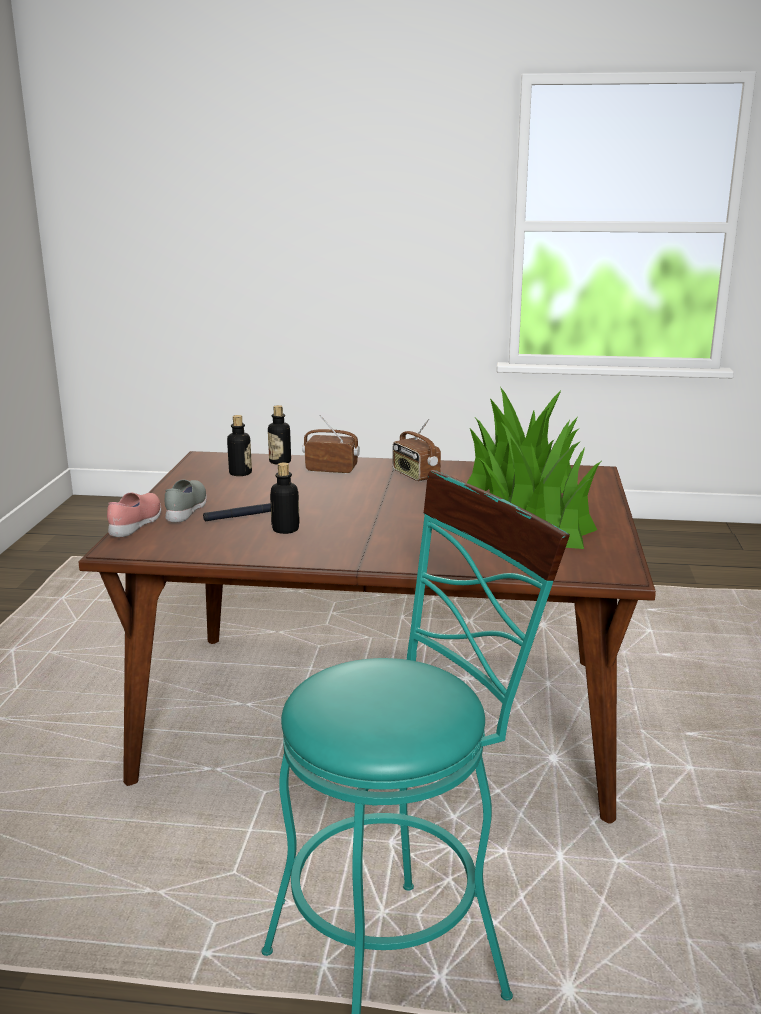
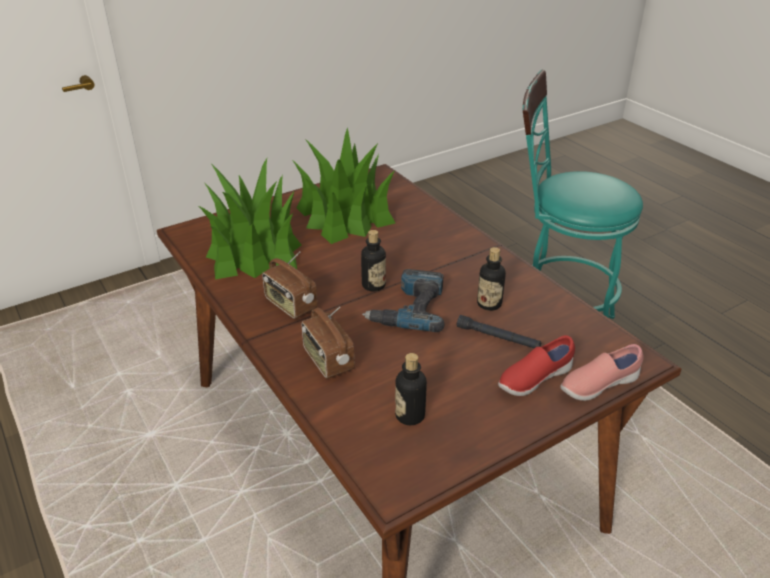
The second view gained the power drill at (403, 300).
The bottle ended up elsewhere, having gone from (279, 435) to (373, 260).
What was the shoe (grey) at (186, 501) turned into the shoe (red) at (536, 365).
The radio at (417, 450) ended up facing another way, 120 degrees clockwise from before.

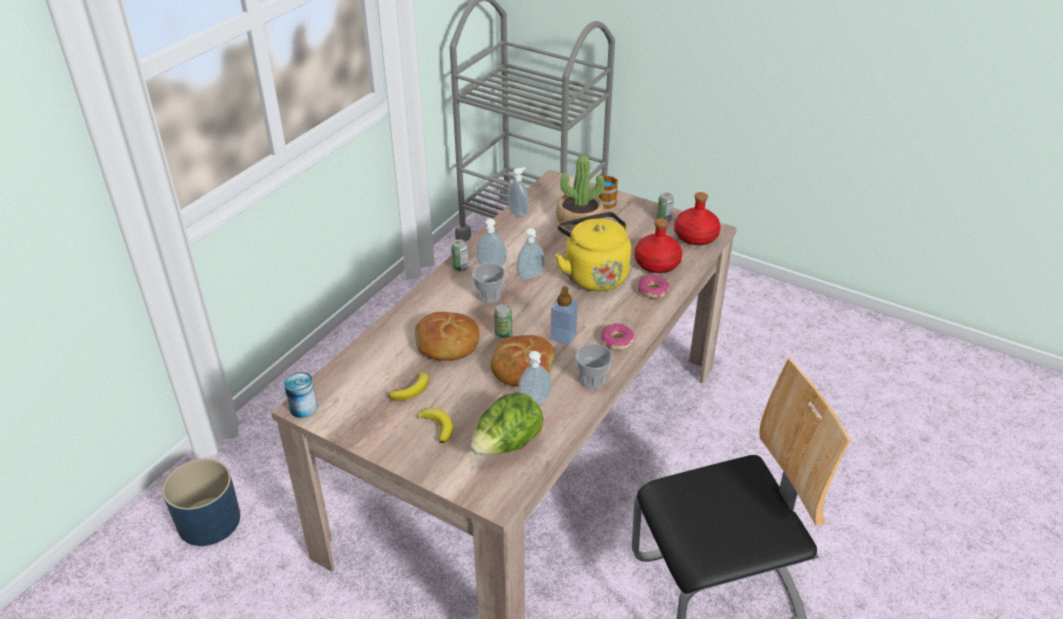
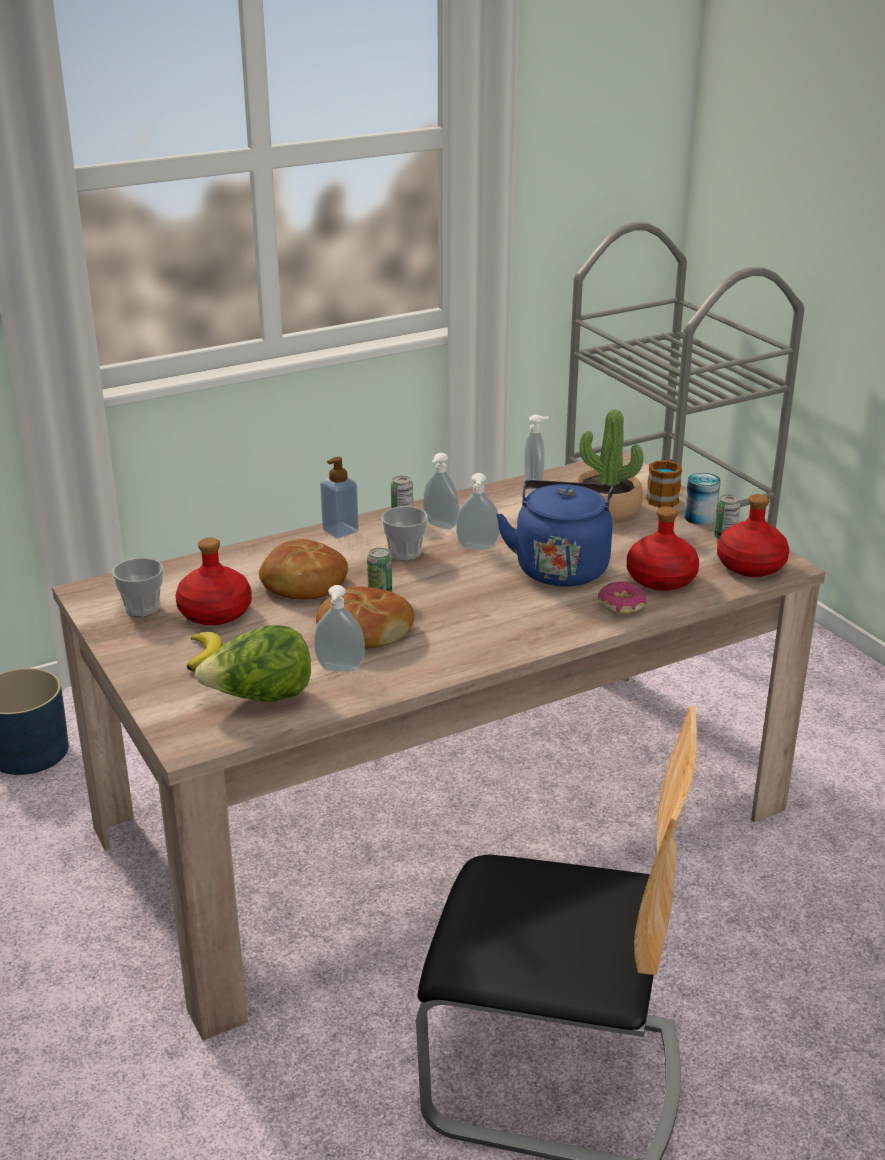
The second view lost the donut at (617, 337).
The can ended up elsewhere, having gone from (301, 395) to (702, 499).
The soap dispenser ended up elsewhere, having gone from (564, 316) to (339, 497).
The cup ended up elsewhere, having gone from (594, 366) to (137, 587).
Where the banana stood at (409, 386), the bottle (red) came to stand at (213, 581).
What was the kettle (yellow) at (593, 251) turned into the kettle (blue) at (554, 533).

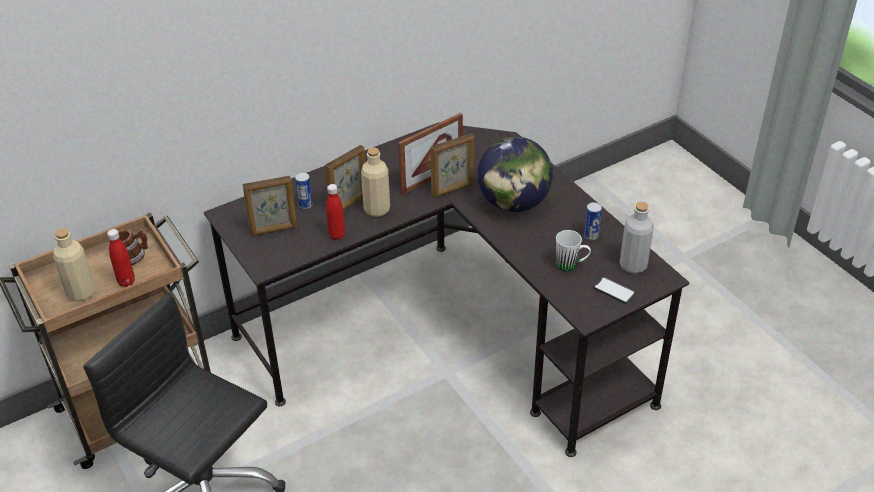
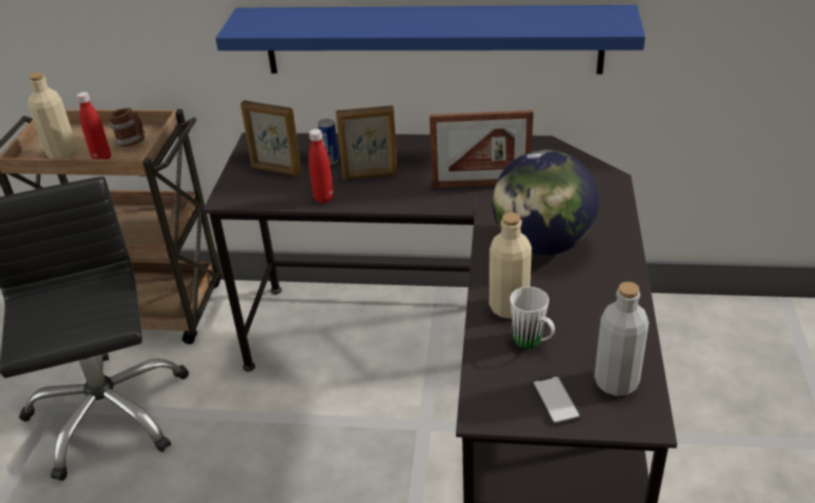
The second view lost the picture frame at (452, 165).
The second view lost the can at (593, 221).
The second view gained the shelf (blue) at (430, 39).
The bottle (beige) ended up elsewhere, having gone from (375, 182) to (510, 265).

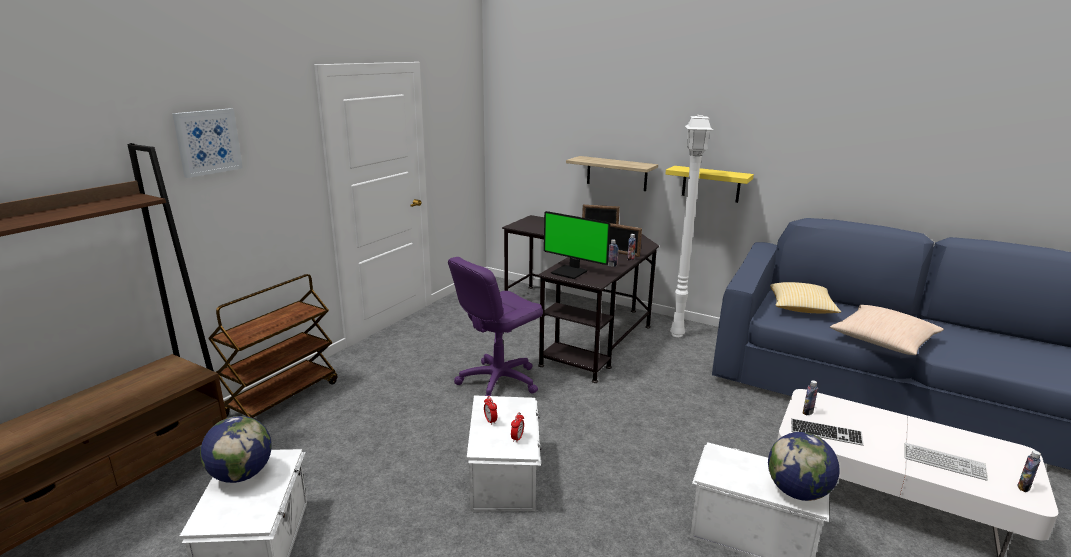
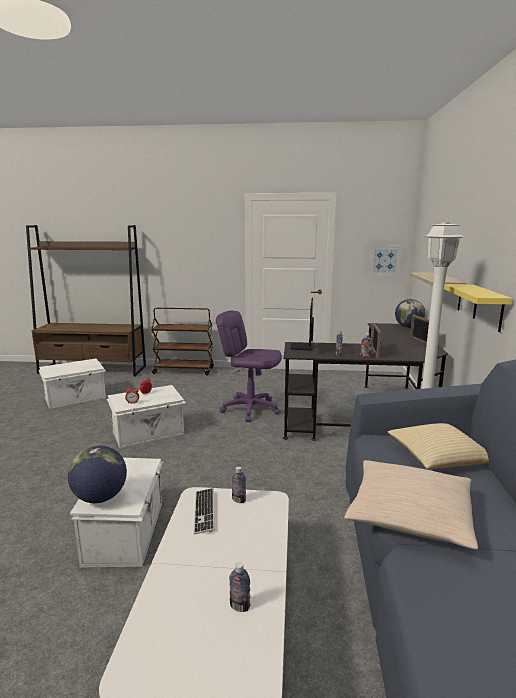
The second view lost the keyboard at (946, 462).
The picture ended up elsewhere, having gone from (207, 143) to (385, 260).
The globe ended up elsewhere, having gone from (236, 449) to (410, 313).
The bottle ended up elsewhere, having gone from (1029, 471) to (239, 587).

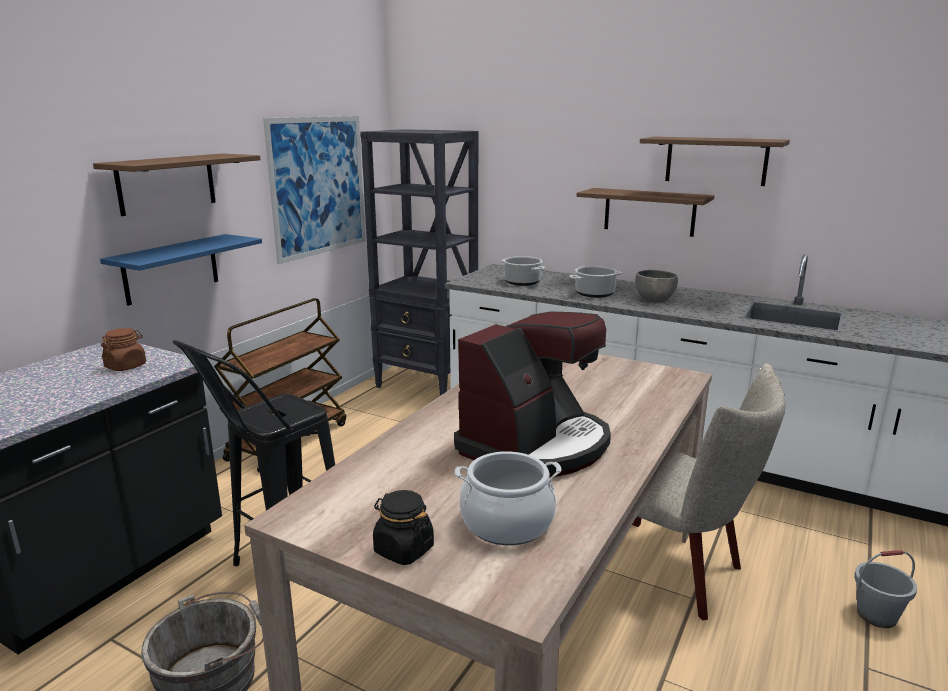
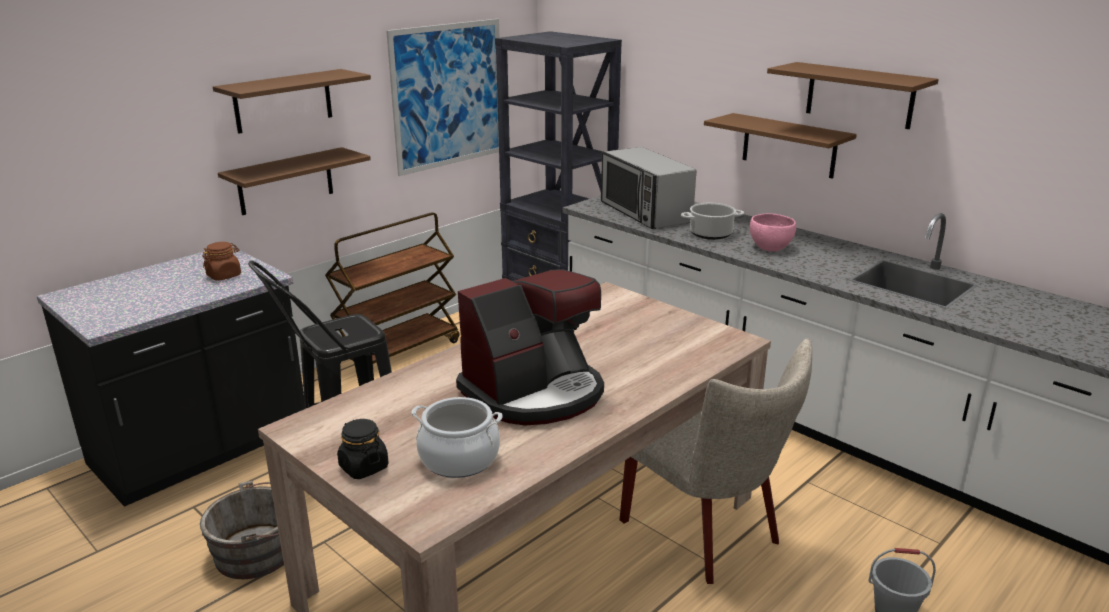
Where the cooking pot stood at (523, 271), the microwave came to stand at (649, 188).
What was the shelf (blue) at (181, 270) turned into the shelf (brown) at (294, 181).
What was the bowl (grey) at (656, 286) turned into the bowl (pink) at (773, 233).

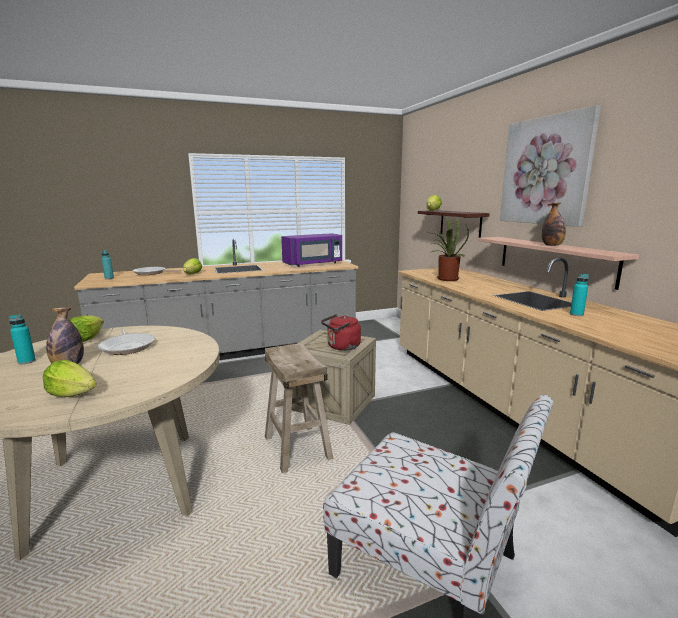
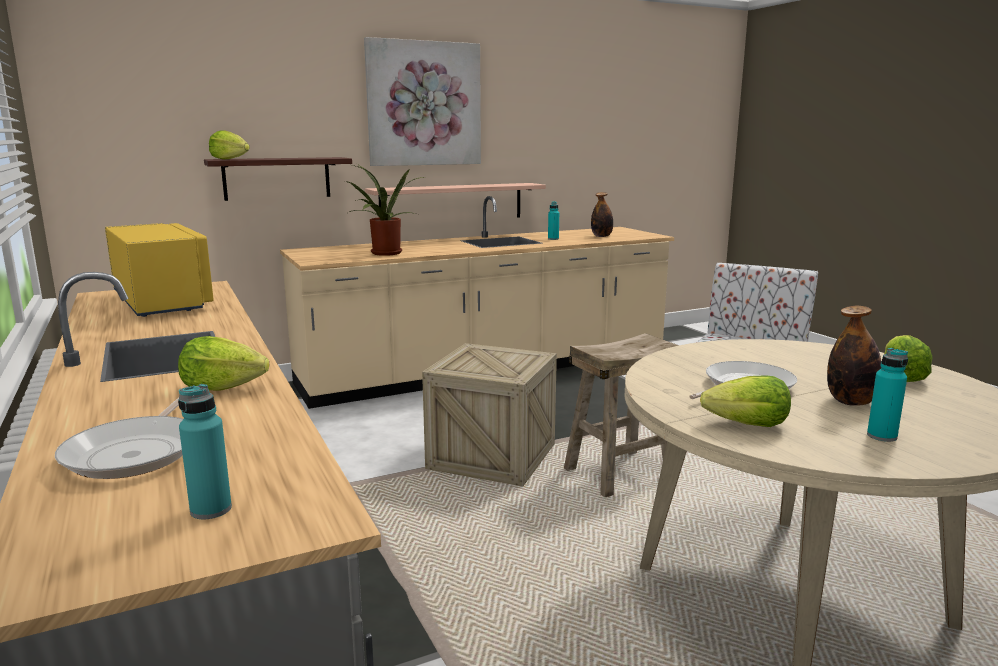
The second view lost the kettle (red) at (341, 332).
The bottle ended up elsewhere, having gone from (554, 224) to (602, 214).
What was the microwave (purple) at (311, 250) turned into the microwave (yellow) at (159, 270).

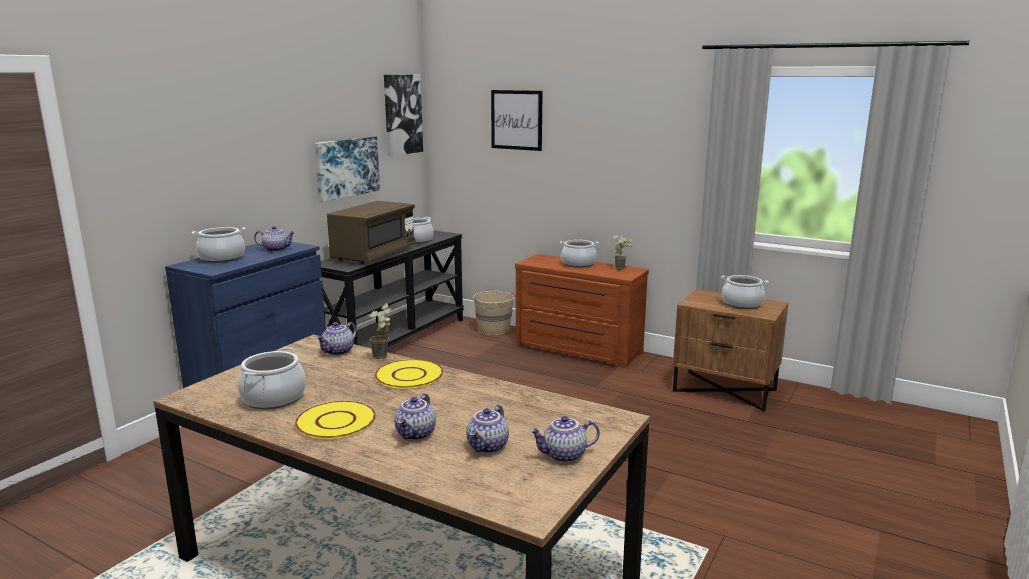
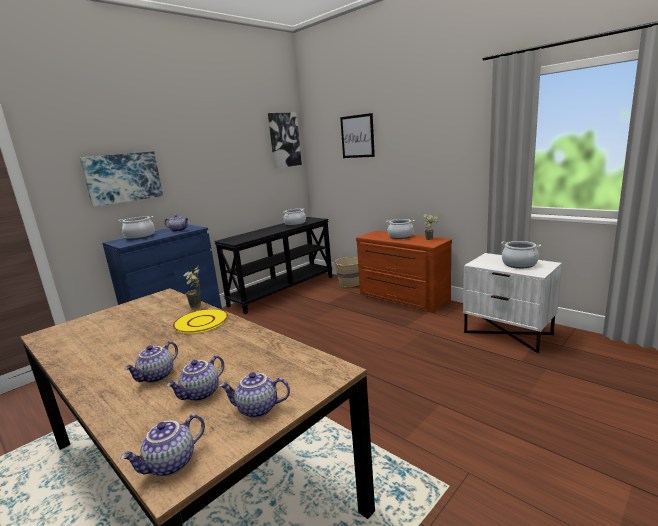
The second view lost the cooking pot at (272, 378).
The second view lost the plate (yellow) at (335, 420).
The second view lost the microwave (brown) at (371, 232).
The picture ended up elsewhere, having gone from (347, 169) to (121, 179).
The teapot ended up elsewhere, having gone from (336, 339) to (162, 445).
What was the nightstand (brown) at (730, 350) turned into the nightstand (white) at (512, 303).

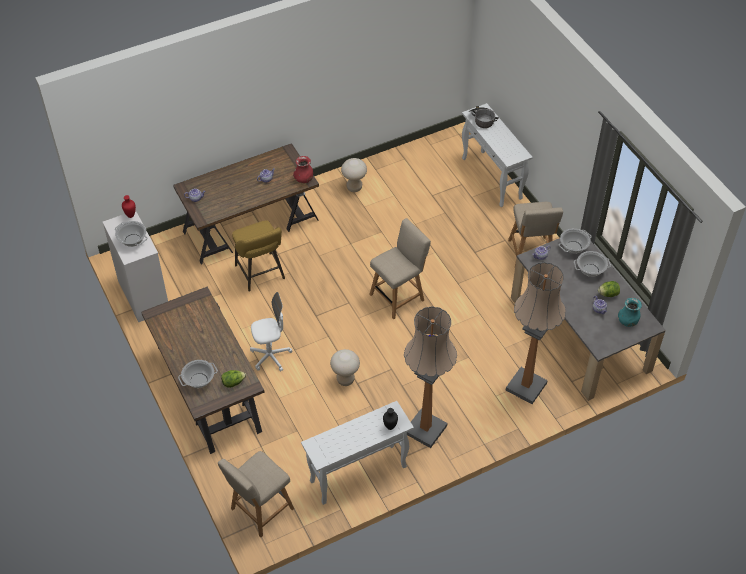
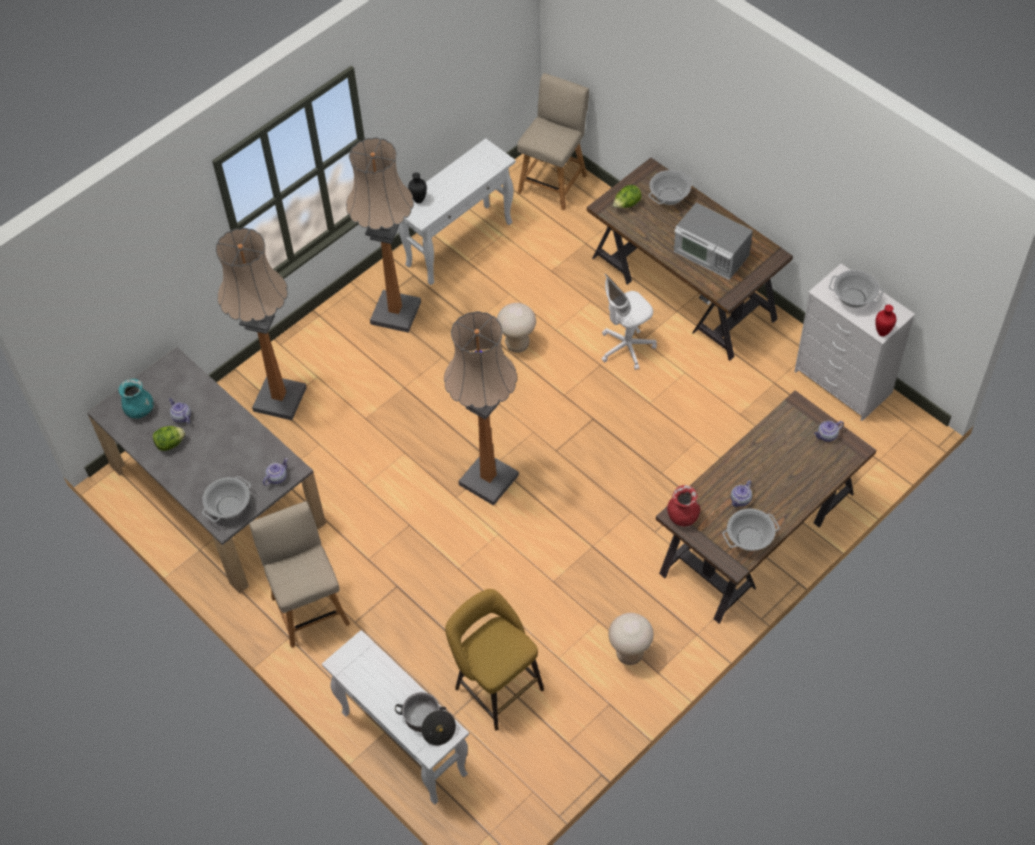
The second view gained the microwave at (713, 241).
The stool (yellow) ended up elsewhere, having gone from (258, 256) to (494, 660).
The cooking pot ended up elsewhere, having gone from (592, 264) to (751, 529).
Where the chair (beige) stood at (400, 268), the floor lamp came to stand at (481, 408).

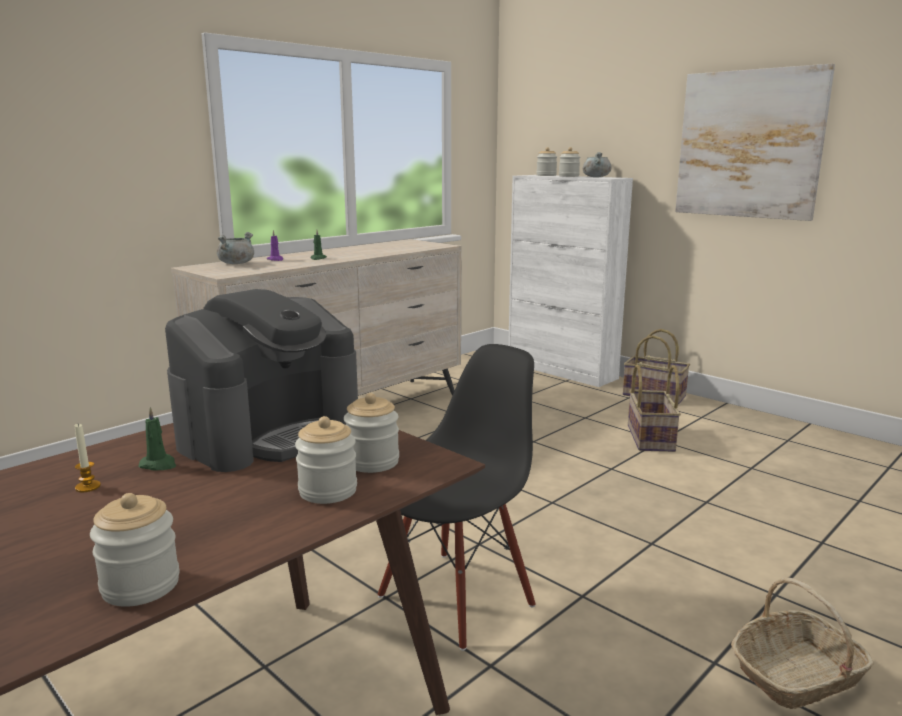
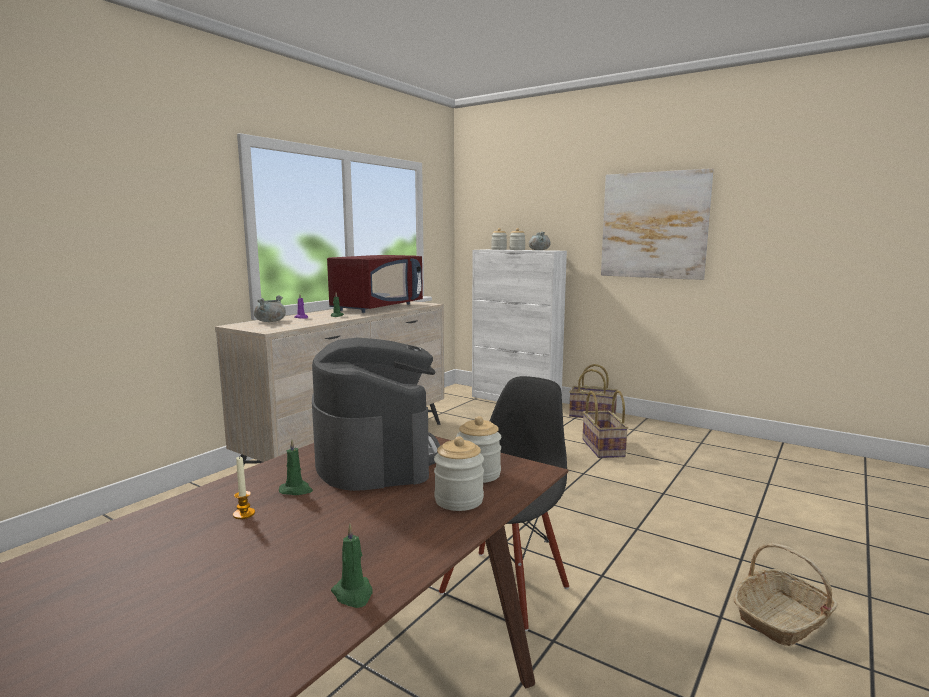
The second view gained the microwave (red) at (375, 284).
Where the jar stood at (135, 550), the candle (green) came to stand at (352, 566).
The coffee machine at (261, 380) ended up facing another way, 45 degrees counterclockwise from before.

